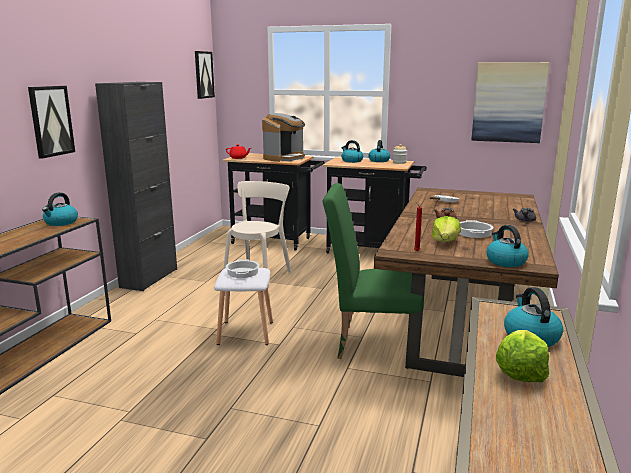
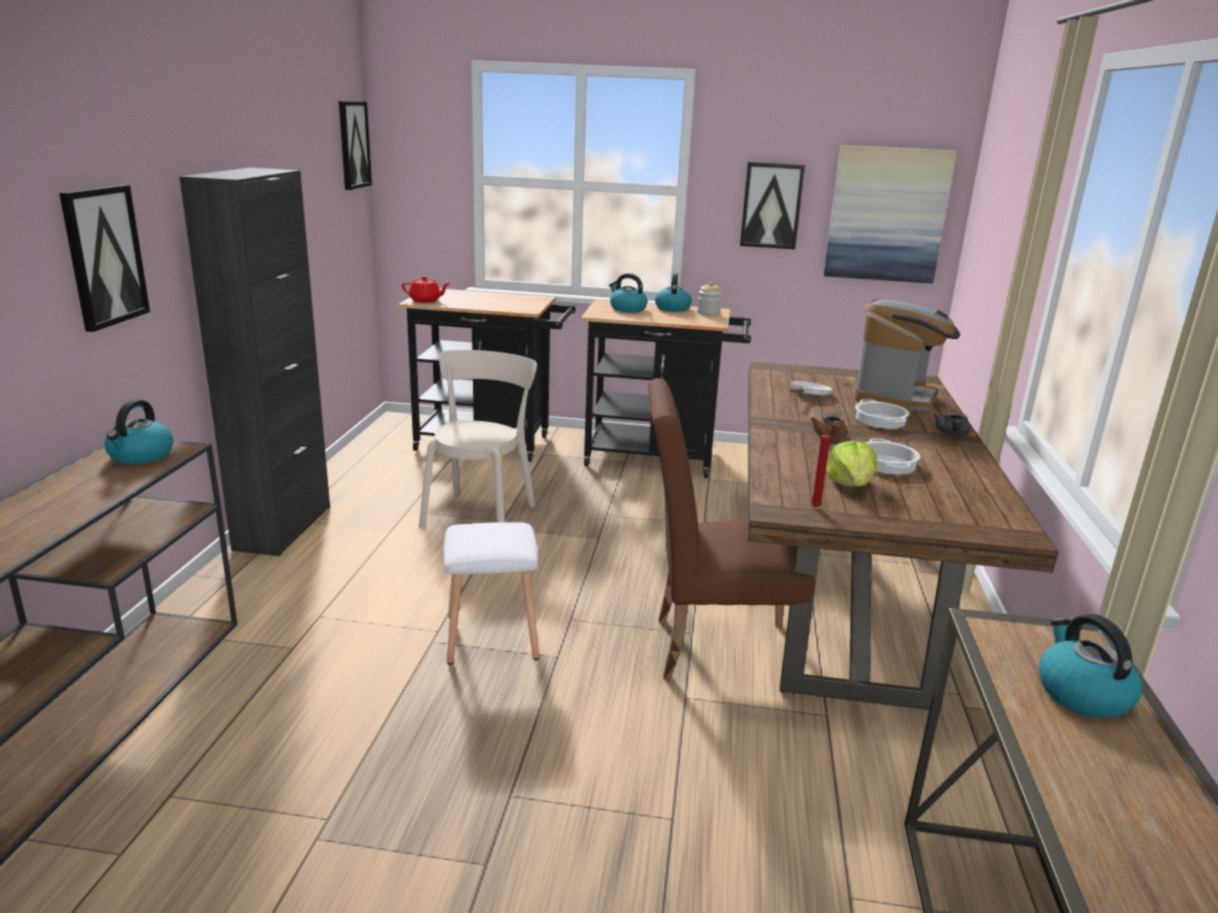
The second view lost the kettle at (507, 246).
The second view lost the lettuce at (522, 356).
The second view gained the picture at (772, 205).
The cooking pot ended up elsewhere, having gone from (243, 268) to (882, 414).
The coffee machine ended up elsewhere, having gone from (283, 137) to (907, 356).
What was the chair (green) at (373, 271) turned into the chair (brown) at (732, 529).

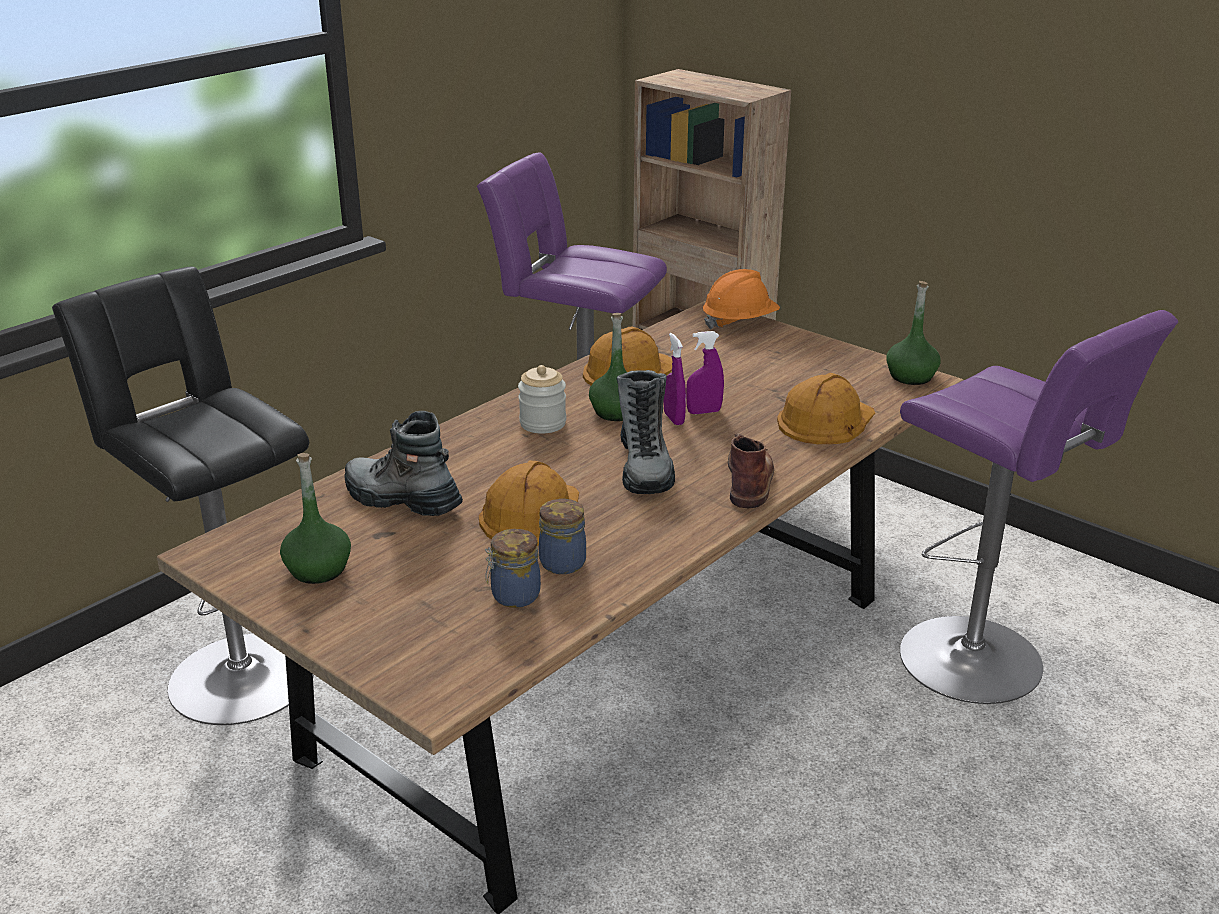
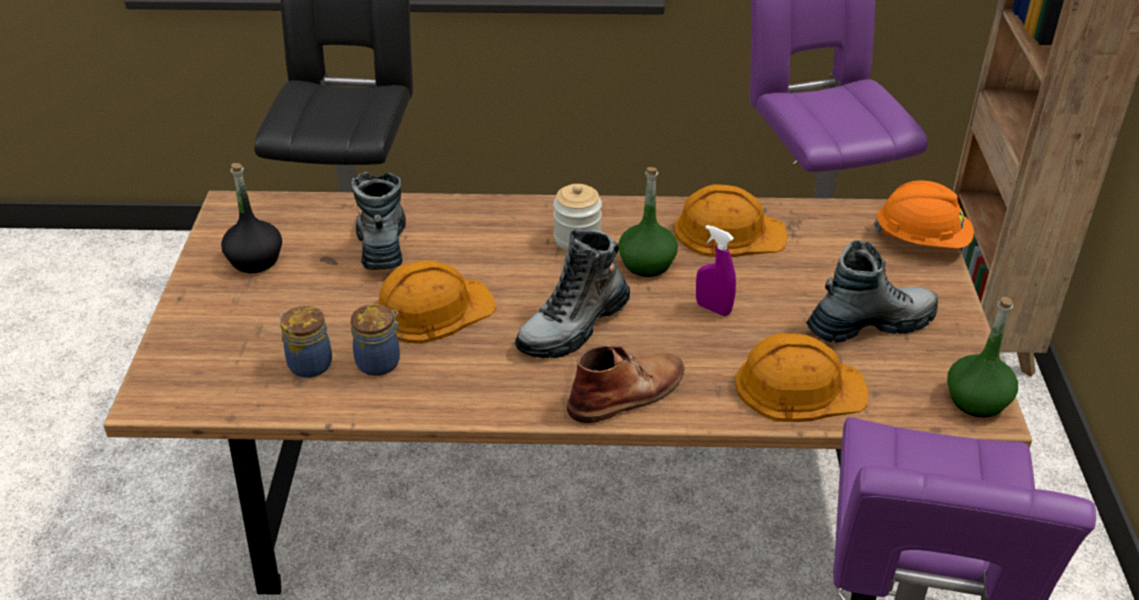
The second view lost the spray bottle (purple) at (675, 379).
The second view gained the boot at (872, 291).
What was the bottle (green) at (315, 518) turned into the bottle (black) at (251, 218).

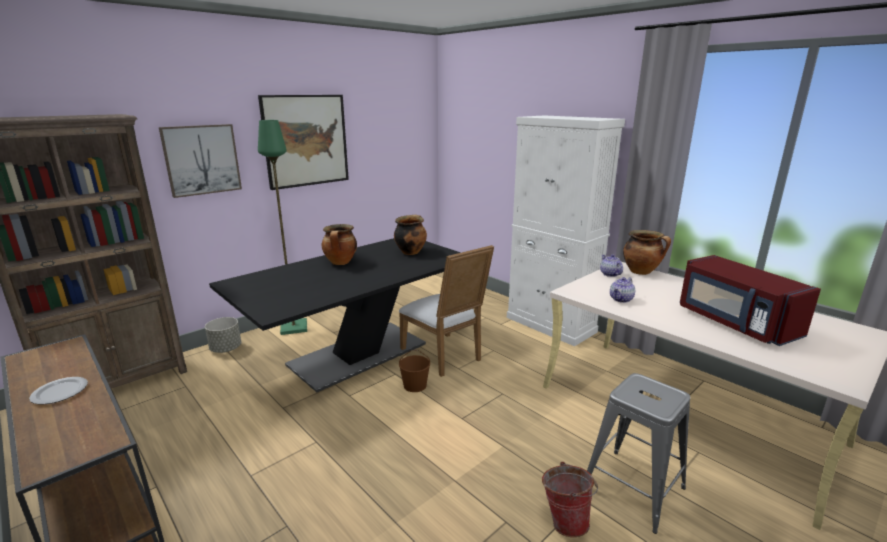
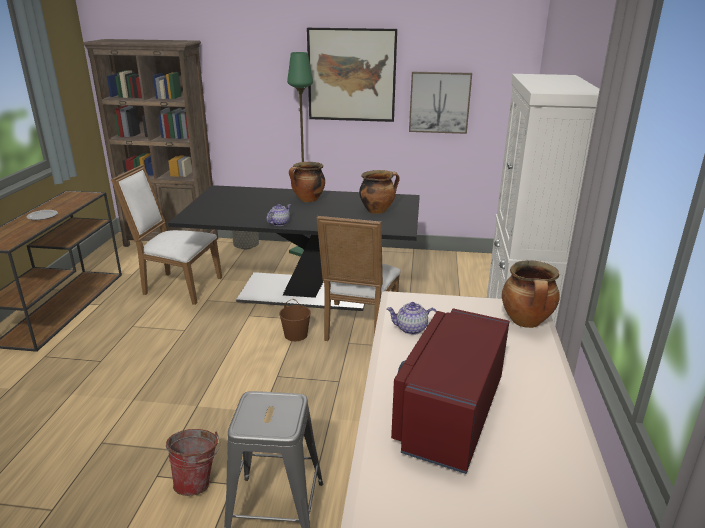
The second view gained the chair (white) at (166, 234).
The picture ended up elsewhere, having gone from (200, 161) to (440, 103).
The teapot ended up elsewhere, having gone from (611, 266) to (279, 215).

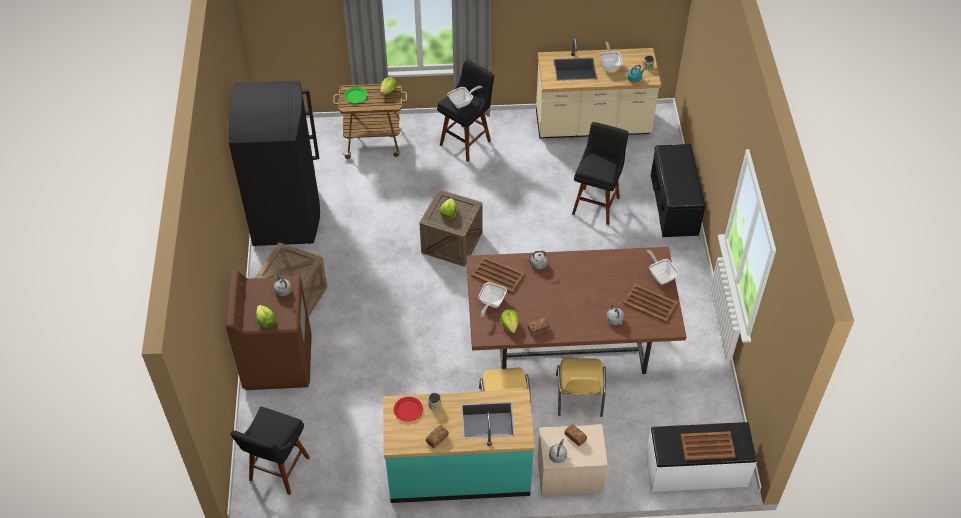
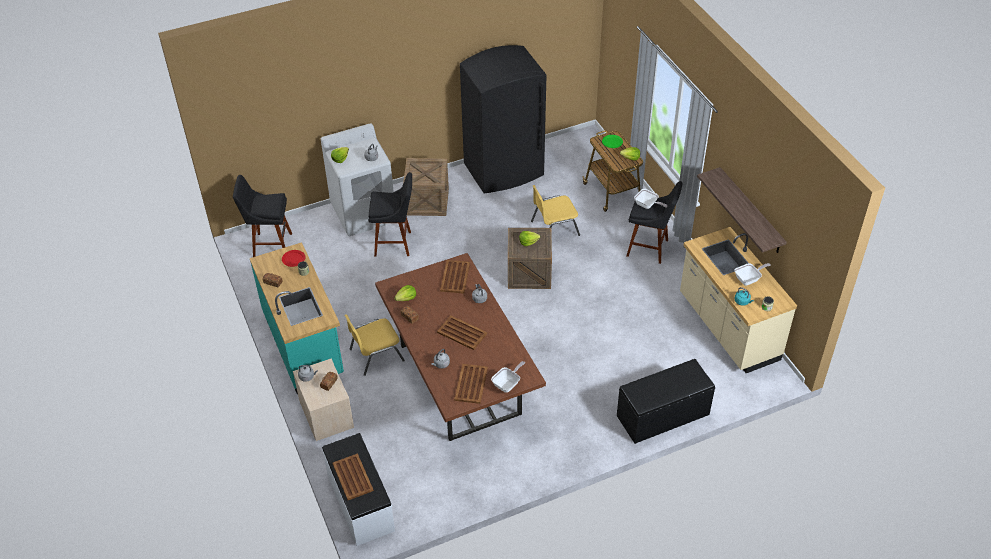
The second view lost the frying pan at (492, 299).
The second view gained the tray (brown) at (462, 332).
The second view gained the shelf at (742, 210).
The chair (yellow) ended up elsewhere, having gone from (581, 387) to (555, 210).
The stool (black) ended up elsewhere, having gone from (600, 173) to (390, 214).
What was the washing machine (brown) at (269, 330) turned into the washing machine (white) at (357, 179).

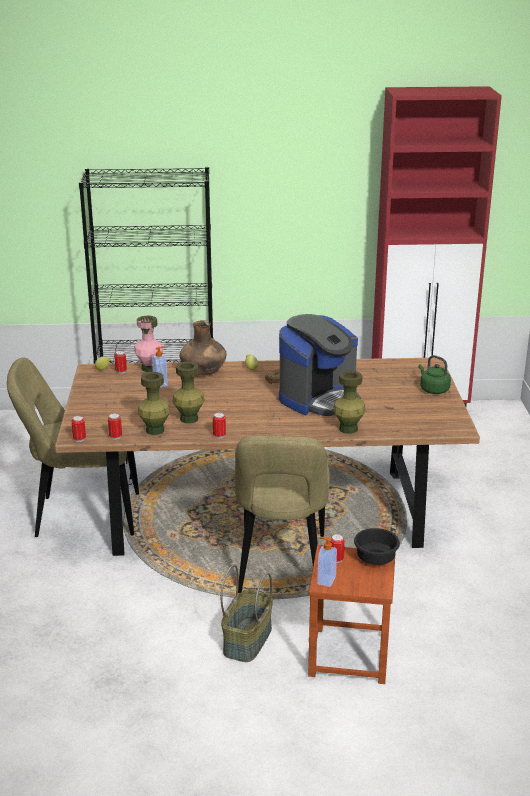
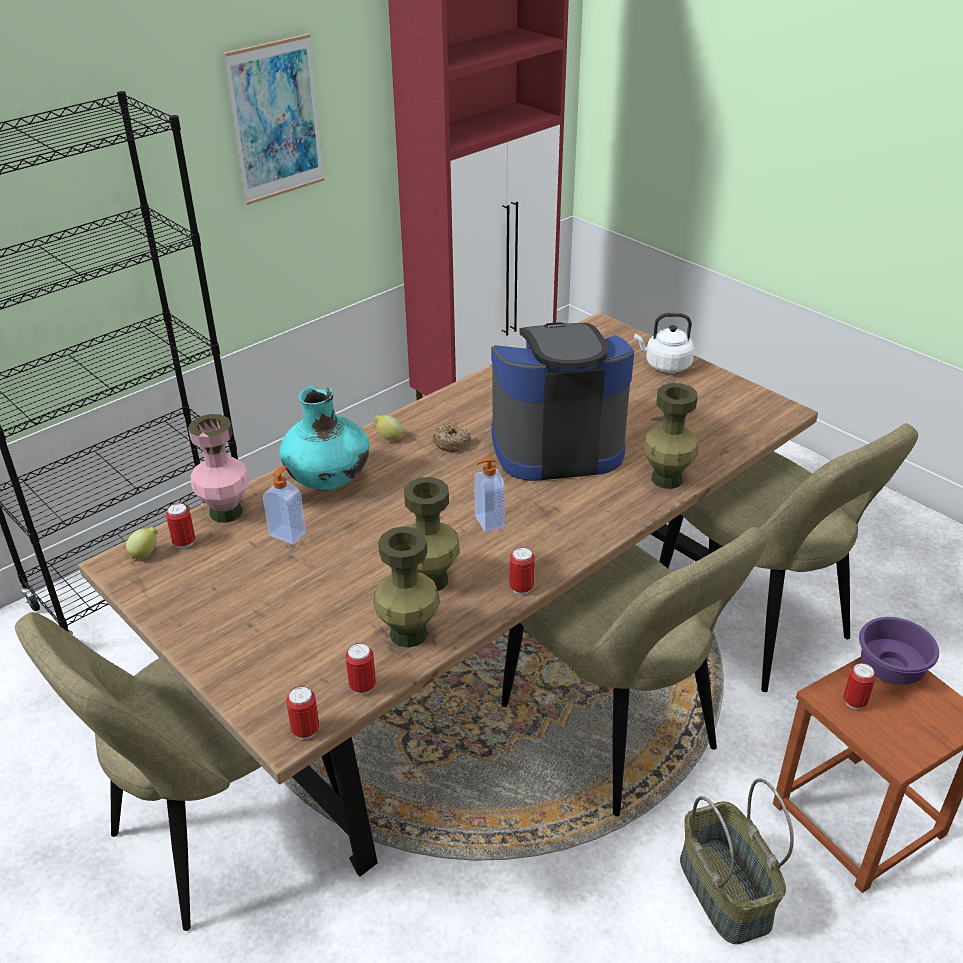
The second view gained the picture at (274, 119).
The second view gained the chair (beige) at (788, 557).
The soap dispenser ended up elsewhere, having gone from (327, 562) to (489, 494).
What was the vase (brown) at (203, 348) turned into the vase (turquoise) at (324, 437).
What was the bowl (black) at (377, 546) turned into the bowl (purple) at (899, 651).
What was the kettle (green) at (434, 374) turned into the kettle (white) at (664, 343).
The coffee machine at (320, 365) ended up facing another way, 105 degrees counterclockwise from before.

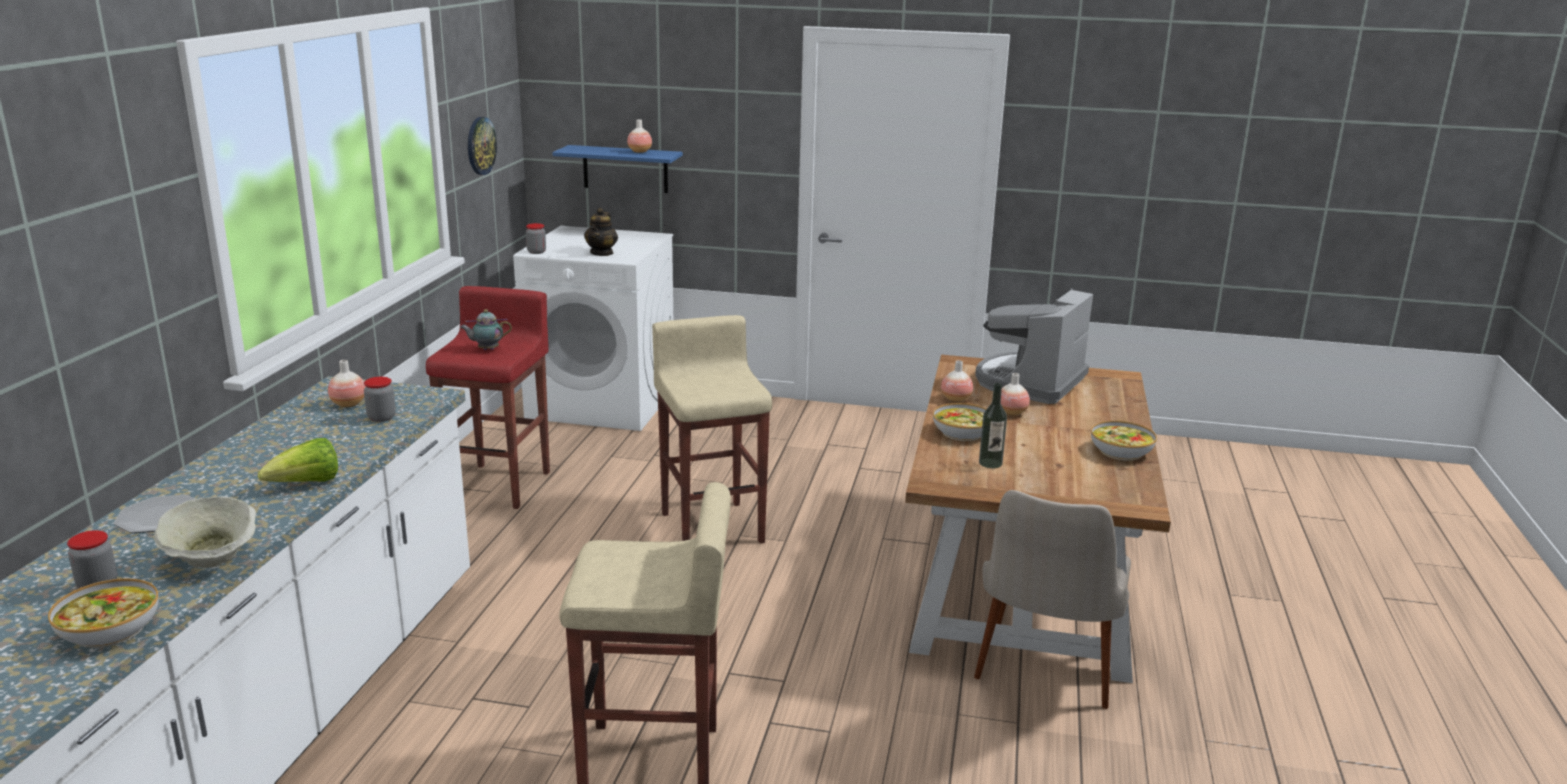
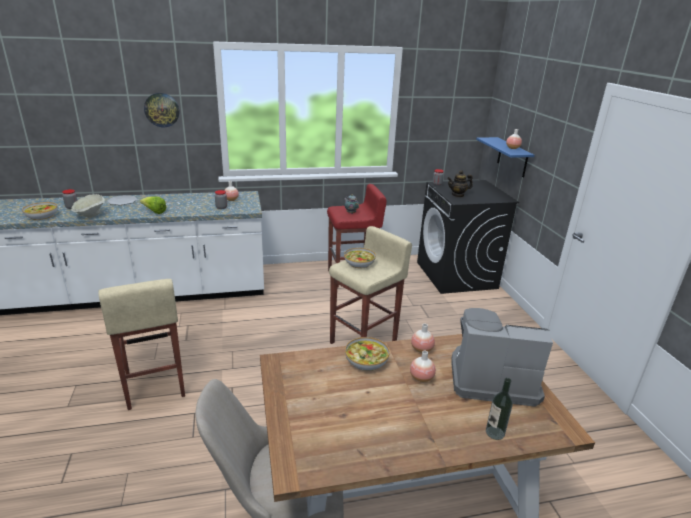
The wall clock ended up elsewhere, having gone from (482, 146) to (161, 110).
The bottle ended up elsewhere, having gone from (993, 425) to (499, 409).
The bowl ended up elsewhere, having gone from (1124, 441) to (360, 258).
What was the washing machine (white) at (593, 328) turned into the washing machine (black) at (468, 237).

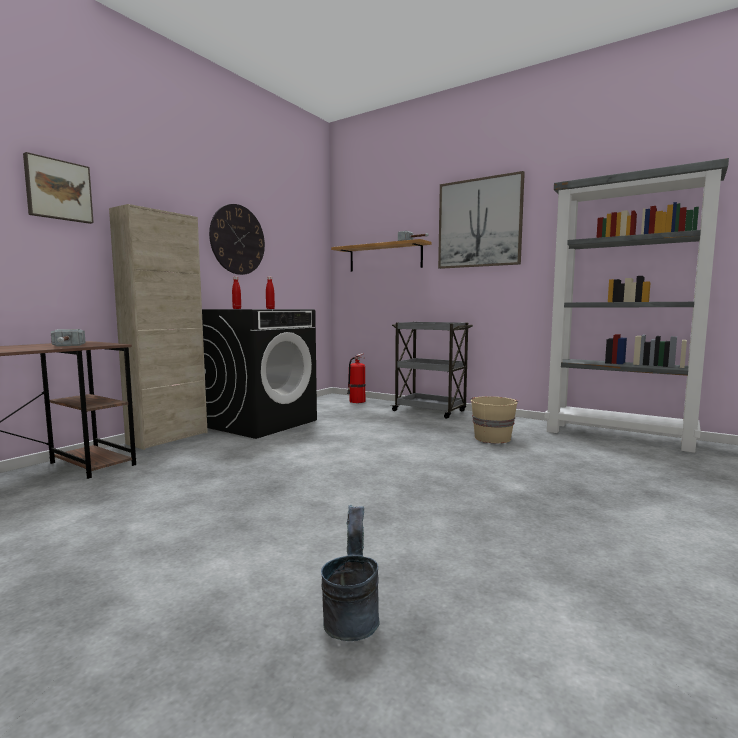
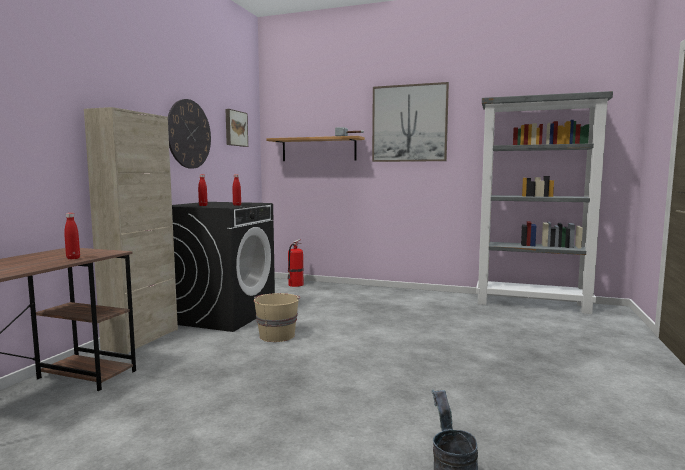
The second view lost the cart (grey) at (432, 370).
The picture ended up elsewhere, having gone from (58, 188) to (236, 128).
The bucket (beige) ended up elsewhere, having gone from (494, 419) to (277, 317).
Where the hammer stood at (68, 337), the bottle (red) came to stand at (72, 236).

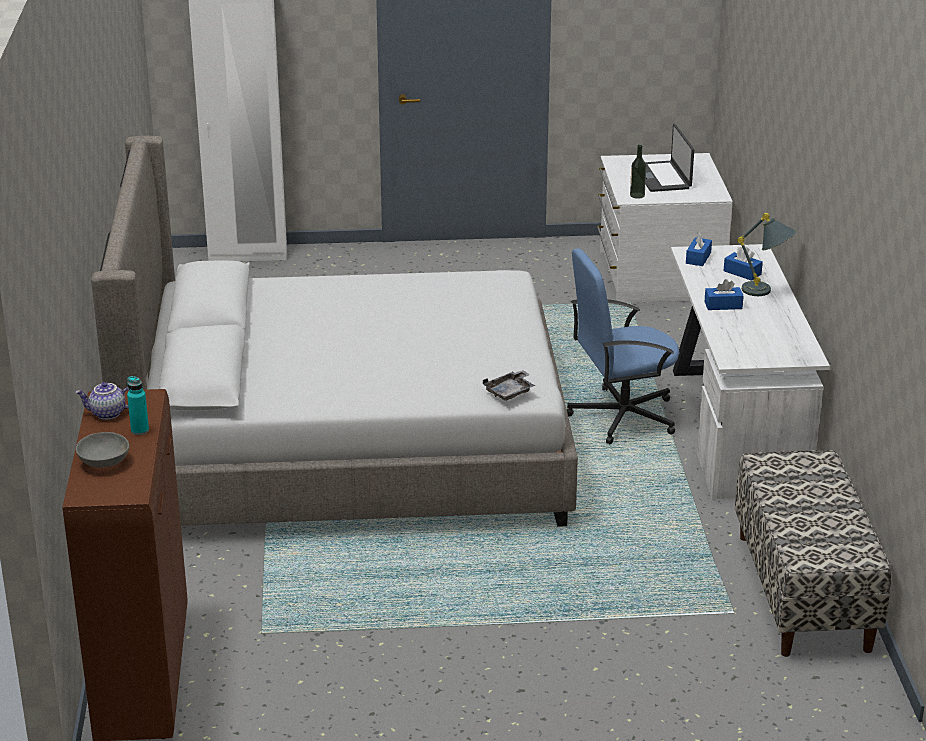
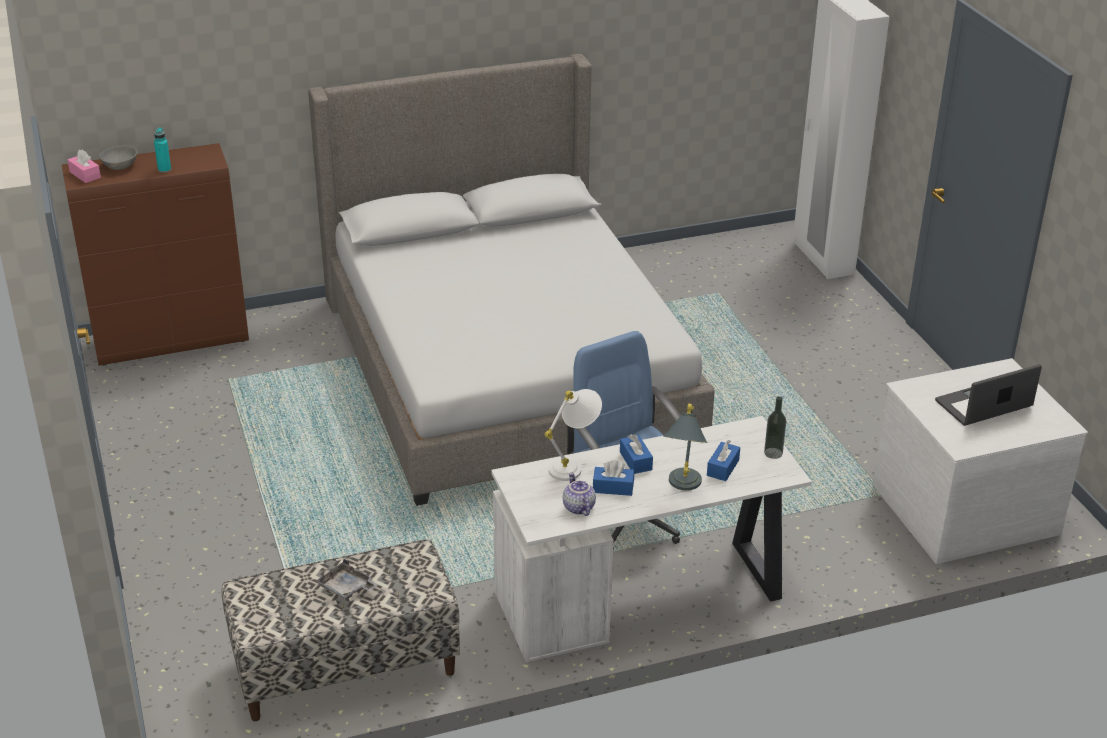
The second view gained the tissue box (pink) at (84, 166).
The second view gained the table lamp (white) at (573, 435).
The teapot ended up elsewhere, having gone from (102, 401) to (579, 494).
The tray (grey) ended up elsewhere, having gone from (509, 385) to (347, 579).
The bottle ended up elsewhere, having gone from (638, 172) to (775, 427).
The tissue box (blue) ended up elsewhere, having gone from (699, 249) to (613, 478).

